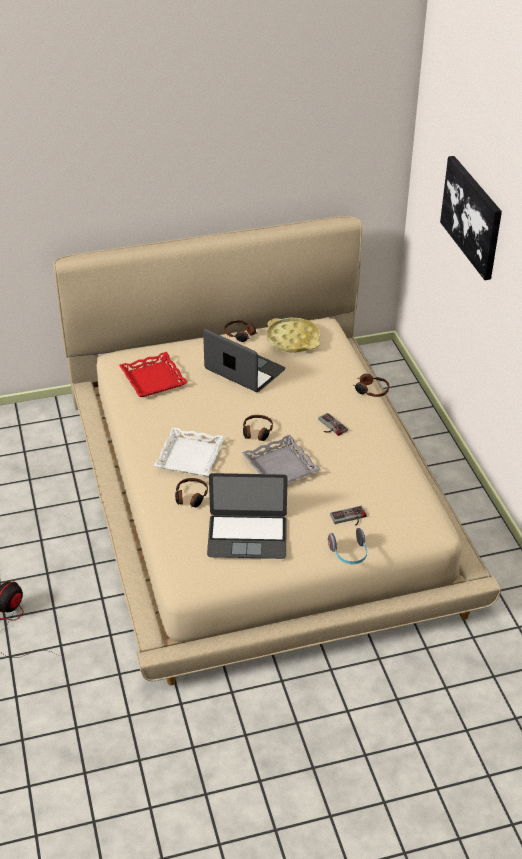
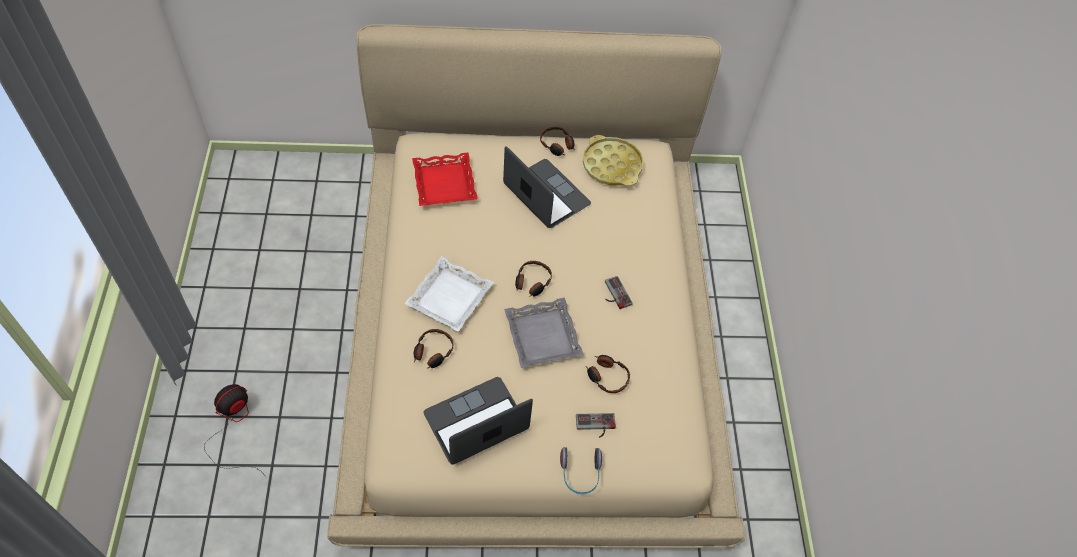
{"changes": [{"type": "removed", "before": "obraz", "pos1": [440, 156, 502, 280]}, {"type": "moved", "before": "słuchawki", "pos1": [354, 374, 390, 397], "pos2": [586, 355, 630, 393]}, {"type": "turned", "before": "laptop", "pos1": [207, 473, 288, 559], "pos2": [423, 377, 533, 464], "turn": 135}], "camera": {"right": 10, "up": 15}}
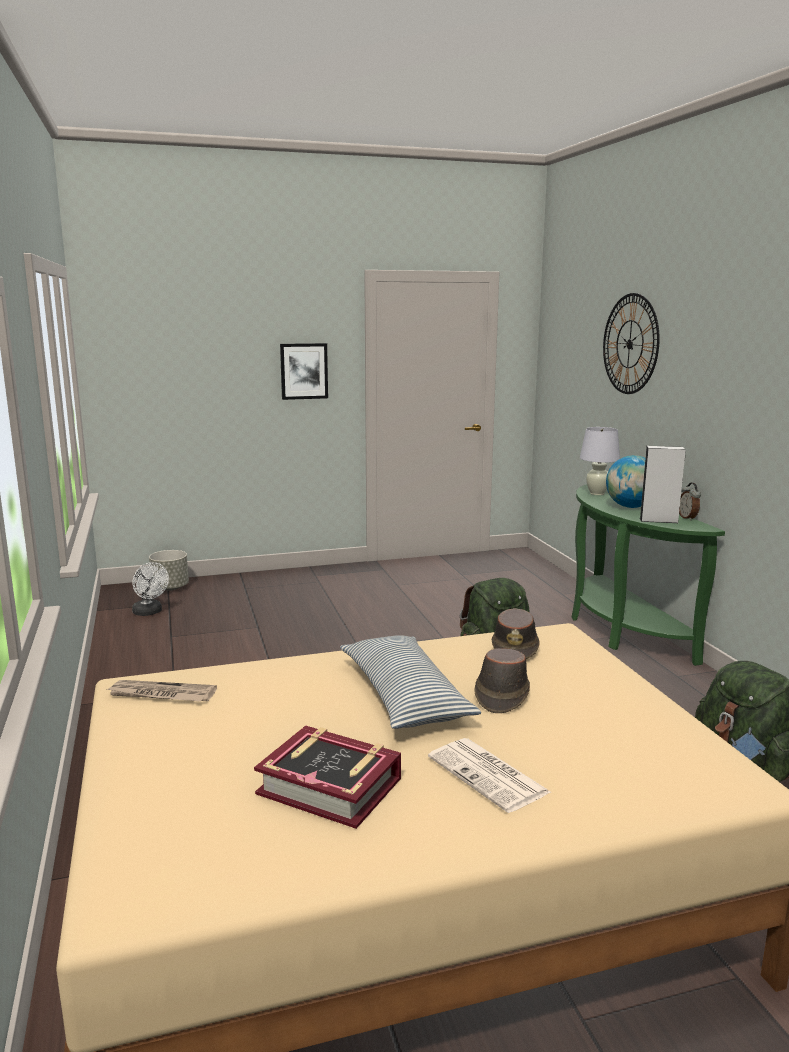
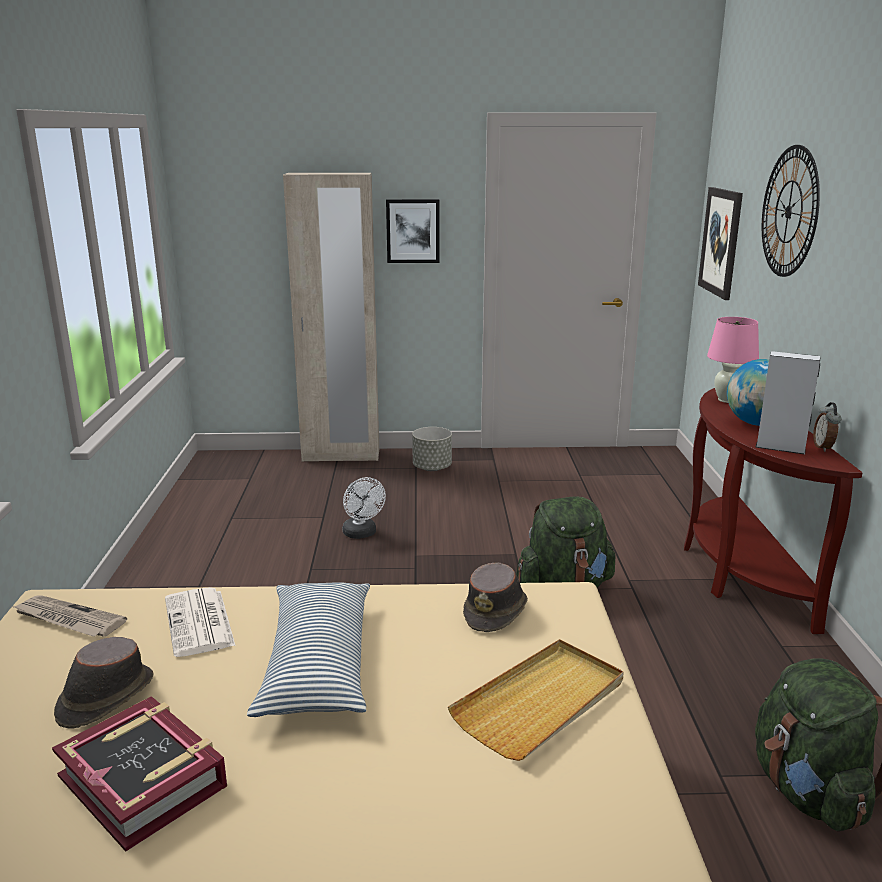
{"changes": [{"type": "added", "after": "szafa [beżowy]", "pos2": [283, 173, 379, 462]}, {"type": "added", "after": "taca [beżowy]", "pos2": [448, 639, 624, 761]}, {"type": "added", "after": "obraz", "pos2": [698, 187, 743, 300]}, {"type": "moved", "before": "wentylator [biały]", "pos1": [132, 562, 169, 616], "pos2": [343, 477, 386, 539]}, {"type": "moved", "before": "donica [szary]", "pos1": [149, 550, 189, 591], "pos2": [412, 427, 452, 471]}, {"type": "moved", "before": "gazeta", "pos1": [428, 738, 551, 813], "pos2": [165, 587, 236, 657]}, {"type": "moved", "before": "kapelusz [brązowy]", "pos1": [475, 648, 530, 713], "pos2": [54, 637, 154, 728]}, {"type": "recoloured", "before": "stolik konsolowy [zielony]", "after": "stolik konsolowy [brązowy]", "pos1": [572, 484, 725, 666], "pos2": [684, 388, 863, 634]}, {"type": "recoloured", "before": "lampa stołowa [biały]", "after": "lampa stołowa [różowy]", "pos1": [580, 427, 620, 495], "pos2": [707, 317, 759, 403]}], "camera": {"right": 15, "up": 5}}
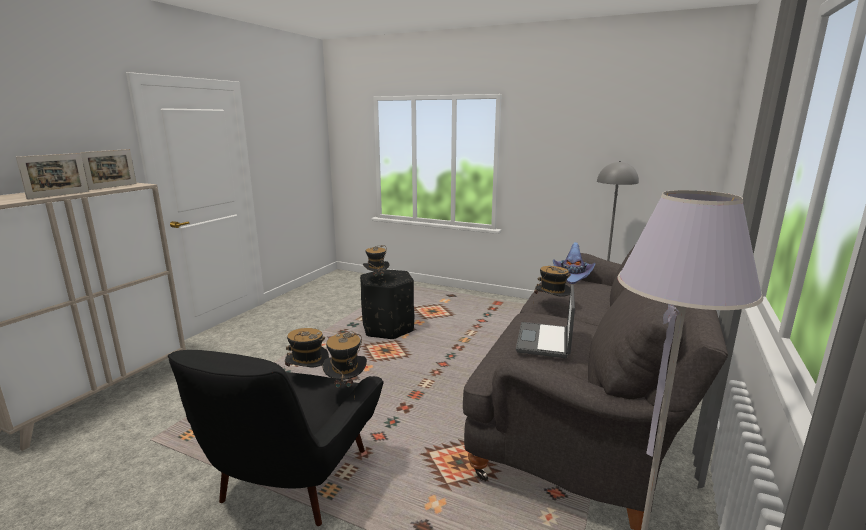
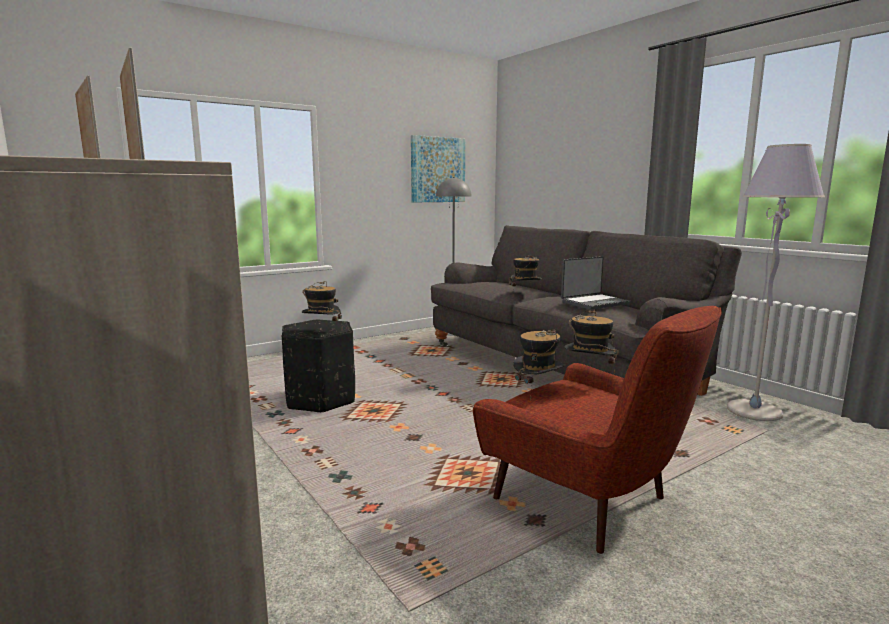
{"changes": [{"type": "removed", "before": "kapelusz [fioletowy]", "pos1": [553, 242, 596, 284]}, {"type": "added", "after": "obraz", "pos2": [411, 135, 465, 202]}, {"type": "recoloured", "before": "fotel [czarny]", "after": "fotel [czerwony]", "pos1": [168, 350, 384, 526], "pos2": [473, 306, 722, 554]}, {"type": "turned", "before": "laptop", "pos1": [516, 285, 575, 358], "pos2": [561, 256, 631, 310], "turn": -75}], "camera": {"right": -60, "up": -5}}
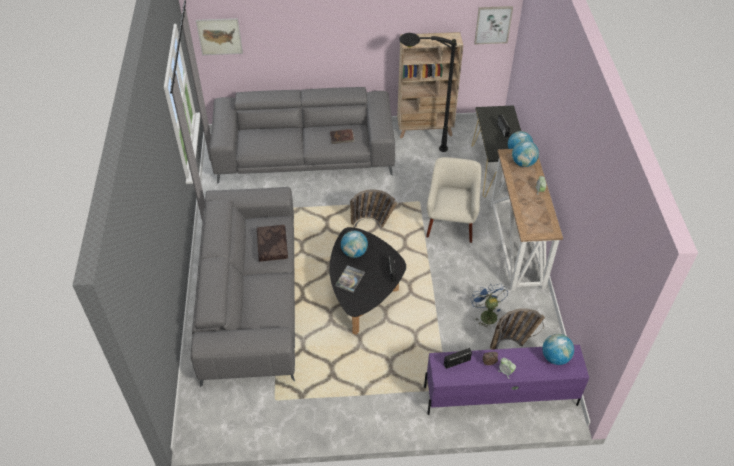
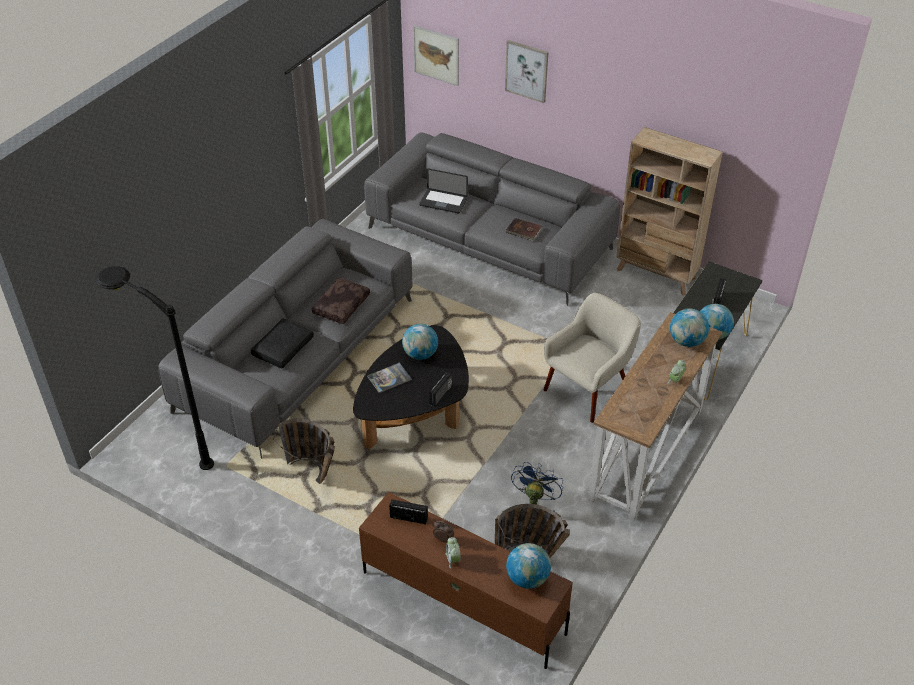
{"changes": [{"type": "added", "after": "poduszka [czarny]", "pos2": [251, 318, 314, 368]}, {"type": "added", "after": "laptop", "pos2": [419, 168, 468, 213]}, {"type": "moved", "before": "koszyk", "pos1": [350, 189, 397, 228], "pos2": [273, 418, 335, 484]}, {"type": "moved", "before": "lampa stojąca [czarny]", "pos1": [399, 33, 457, 152], "pos2": [95, 266, 214, 470]}, {"type": "moved", "before": "obraz", "pos1": [474, 6, 513, 44], "pos2": [505, 40, 548, 103]}, {"type": "recoloured", "before": "szafka pod telewizor [fioletowy]", "after": "szafka pod telewizor [brązowy]", "pos1": [424, 345, 589, 415], "pos2": [359, 492, 573, 669]}], "camera": {"right": 35, "up": -5}}
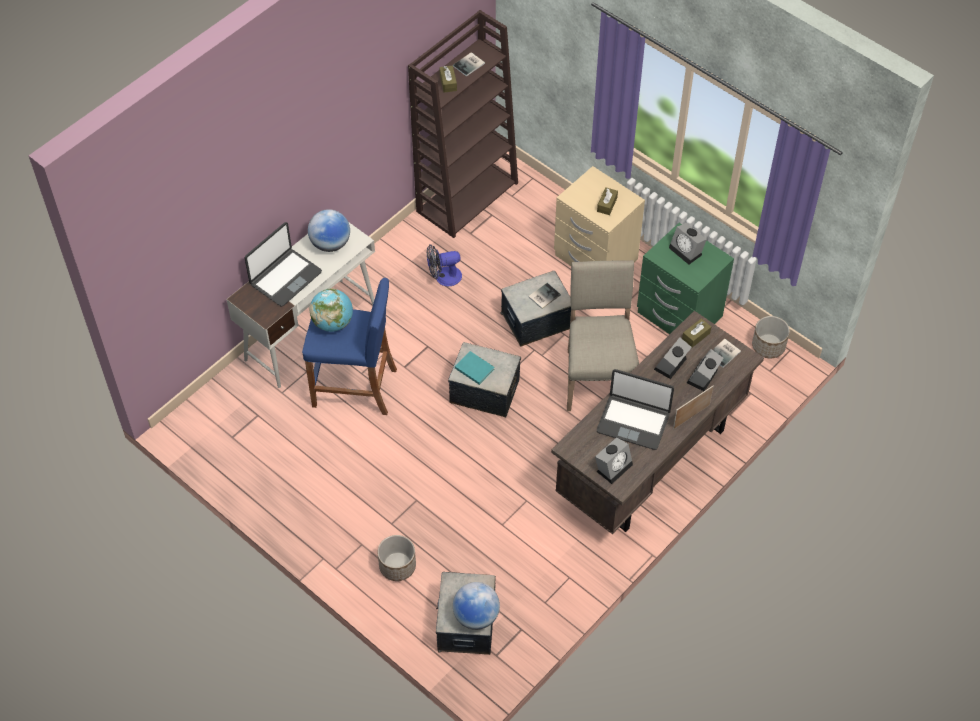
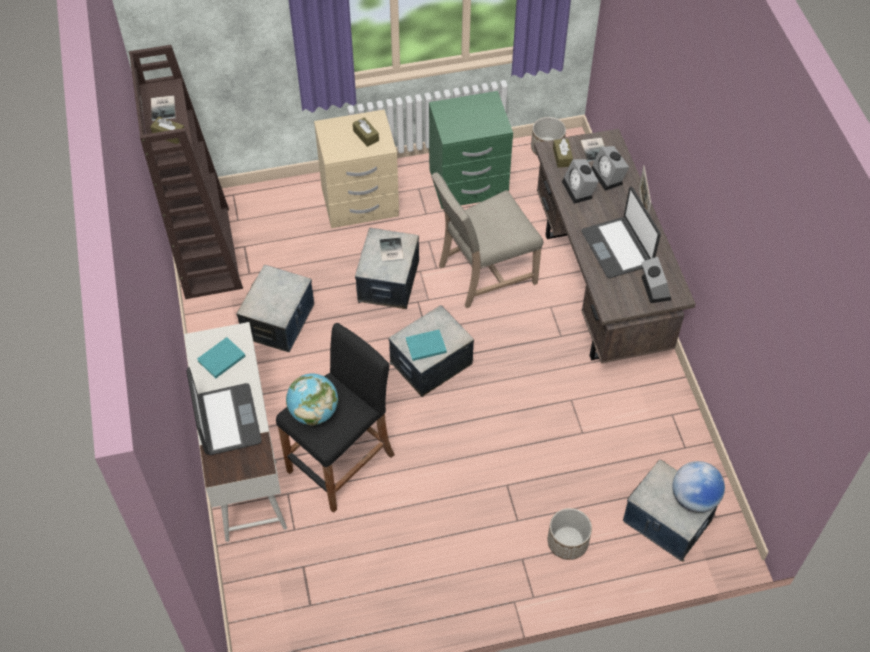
{"changes": [{"type": "removed", "before": "budzik", "pos1": [669, 223, 707, 265]}, {"type": "replaced", "before": "globus", "after": "książka [turkusowy]", "pos1": [308, 209, 350, 252], "pos2": [197, 337, 245, 379]}, {"type": "replaced", "before": "wentylator", "after": "pojemnik do przechowywania", "pos1": [427, 245, 462, 286], "pos2": [236, 265, 314, 352]}, {"type": "recoloured", "before": "stołek [niebieski]", "after": "stołek [czarny]", "pos1": [302, 278, 397, 415], "pos2": [276, 323, 395, 513]}, {"type": "turned", "before": "krzesło [beżowy]", "pos1": [567, 260, 639, 411], "pos2": [431, 172, 543, 308], "turn": -60}, {"type": "turned", "before": "laptop", "pos1": [597, 369, 674, 450], "pos2": [581, 187, 661, 278], "turn": 105}], "camera": {"right": -55, "up": 0}}
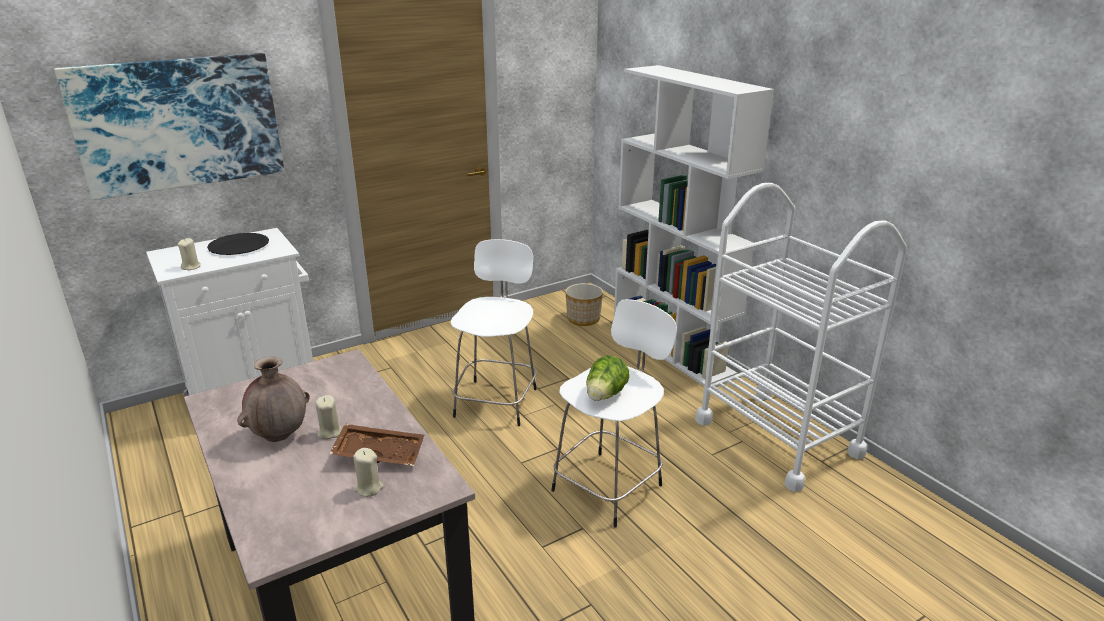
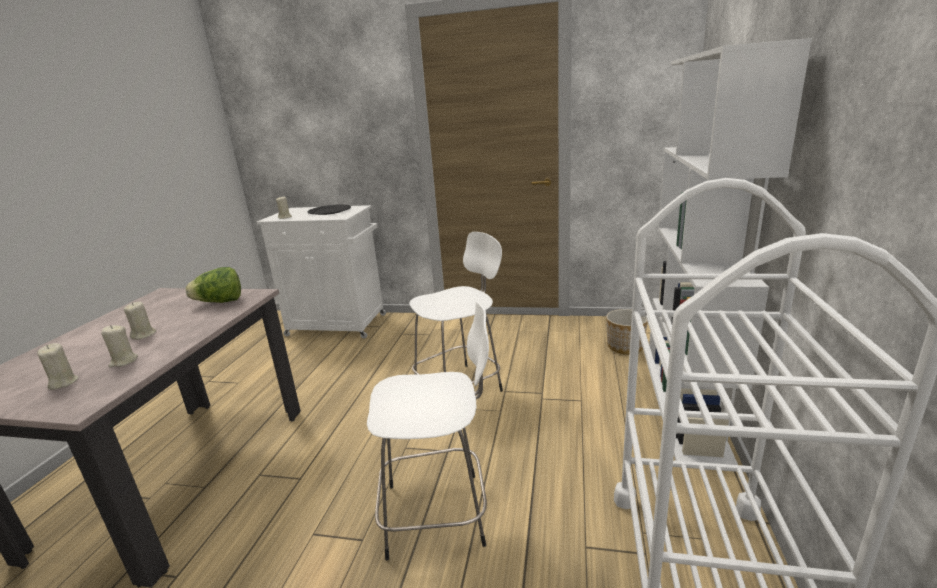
{"changes": [{"type": "removed", "before": "obraz", "pos1": [54, 53, 284, 200]}, {"type": "removed", "before": "wazon [brązowy]", "pos1": [237, 356, 310, 442]}, {"type": "moved", "before": "sałata", "pos1": [586, 355, 630, 401], "pos2": [185, 267, 241, 303]}, {"type": "replaced", "before": "taca [brązowy]", "after": "świeca [beżowy]", "pos1": [330, 424, 424, 466], "pos2": [101, 325, 138, 367]}], "camera": {"right": 45, "up": -5}}
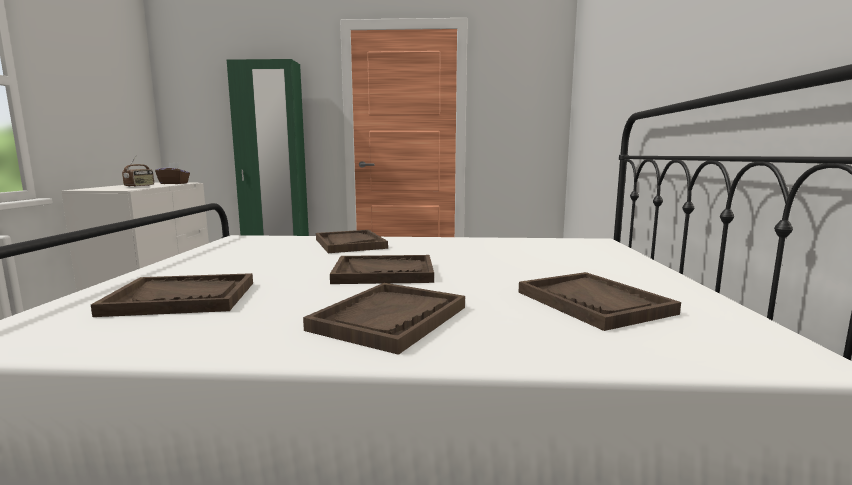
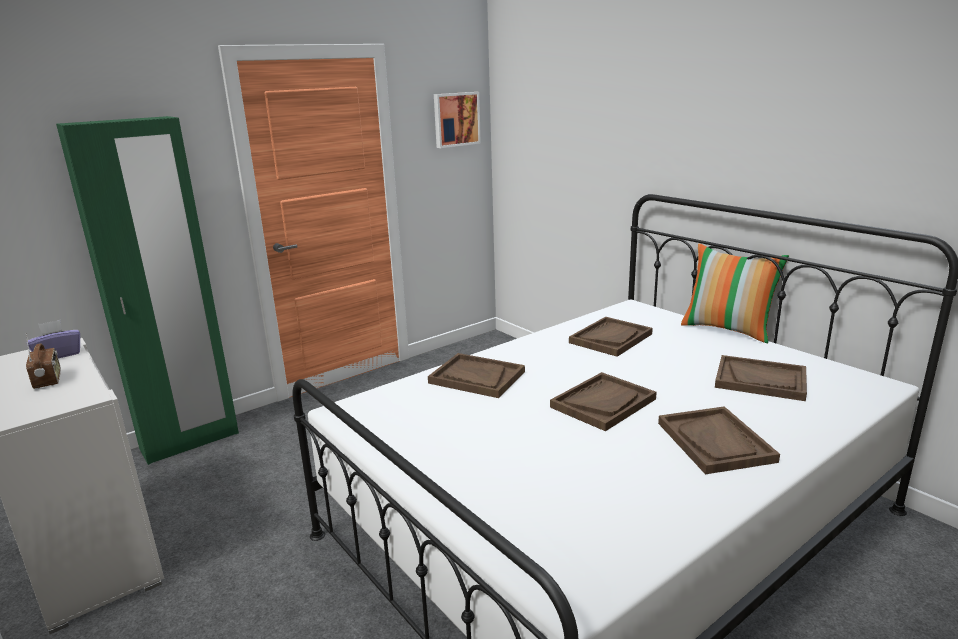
{"changes": [{"type": "added", "after": "obraz", "pos2": [434, 92, 481, 148]}, {"type": "added", "after": "poduszka", "pos2": [681, 244, 789, 343]}, {"type": "moved", "before": "taca [brązowy]", "pos1": [91, 273, 253, 317], "pos2": [569, 317, 653, 357]}, {"type": "recoloured", "before": "pudełko chusteczek [brązowy]", "after": "pudełko chusteczek [fioletowy]", "pos1": [155, 163, 190, 184], "pos2": [27, 320, 80, 359]}], "camera": {"right": -40, "up": 10}}
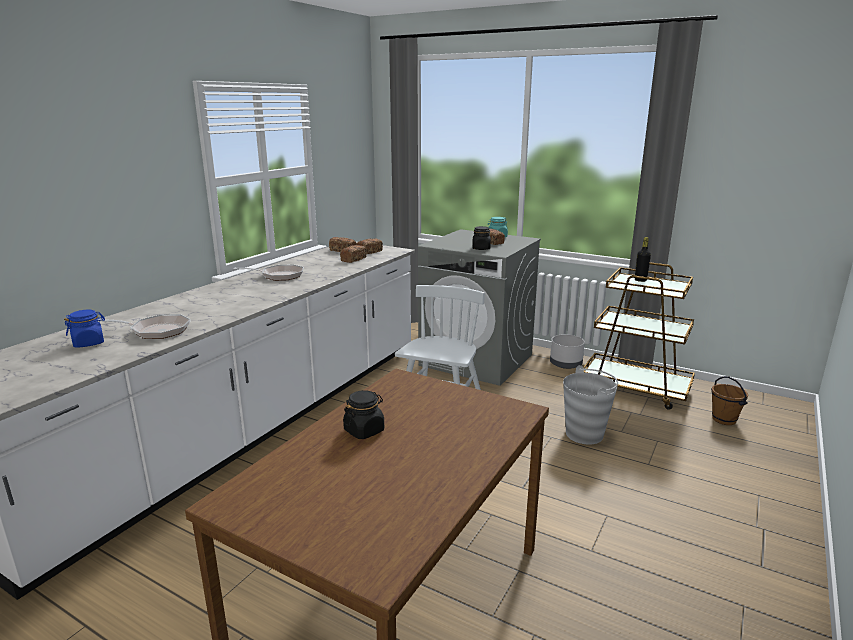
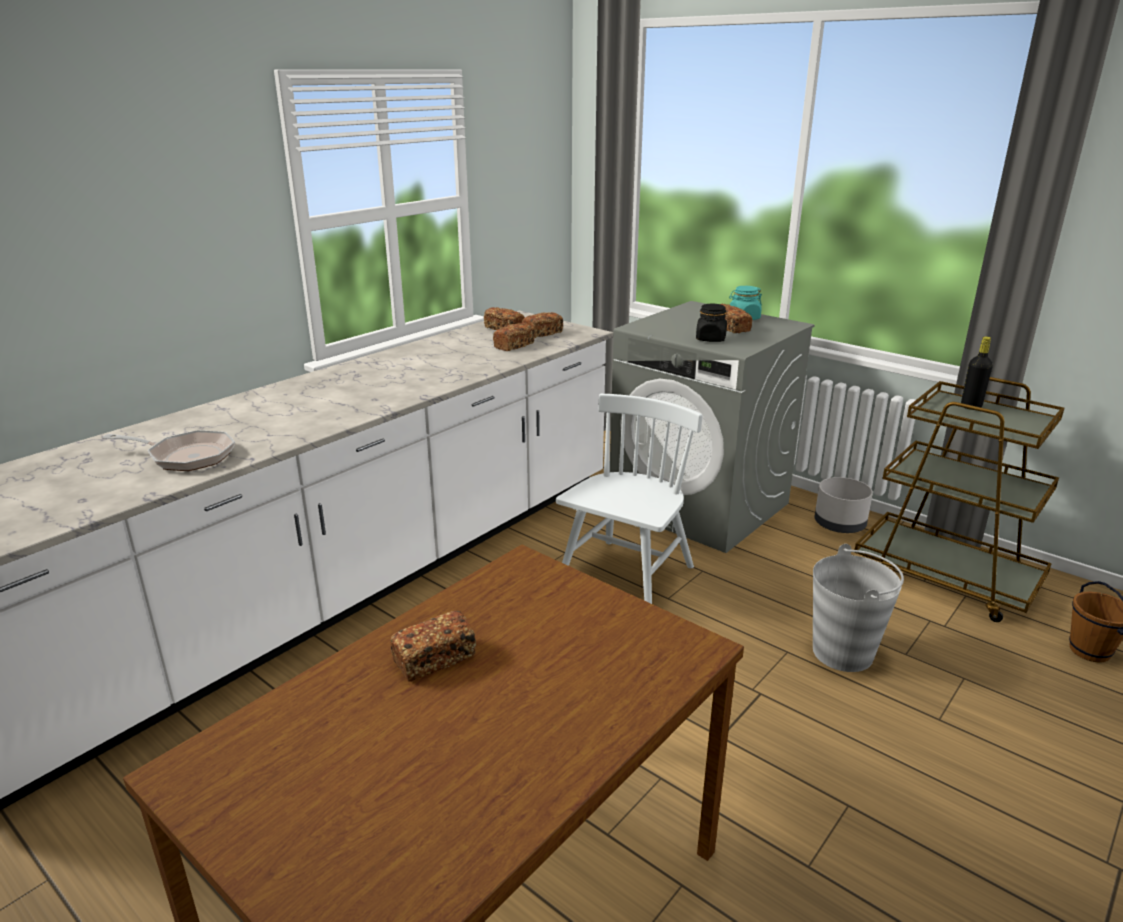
{"changes": [{"type": "removed", "before": "słoik [niebieski]", "pos1": [64, 310, 105, 348]}, {"type": "removed", "before": "patelnia", "pos1": [233, 264, 304, 281]}, {"type": "replaced", "before": "słoik [czarny]", "after": "chleb", "pos1": [343, 390, 384, 439], "pos2": [390, 611, 476, 682]}], "camera": {"right": 10, "up": 5}}
